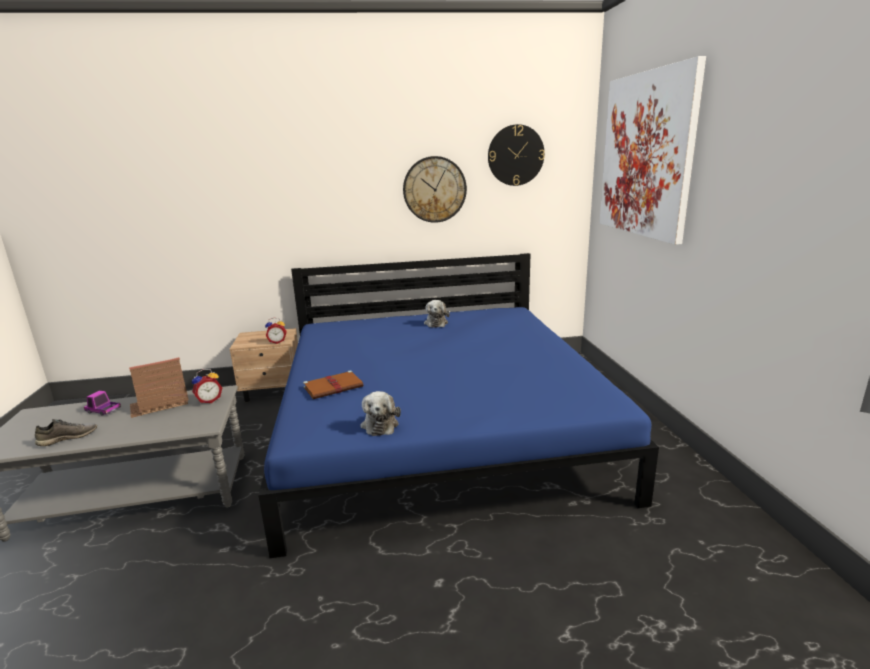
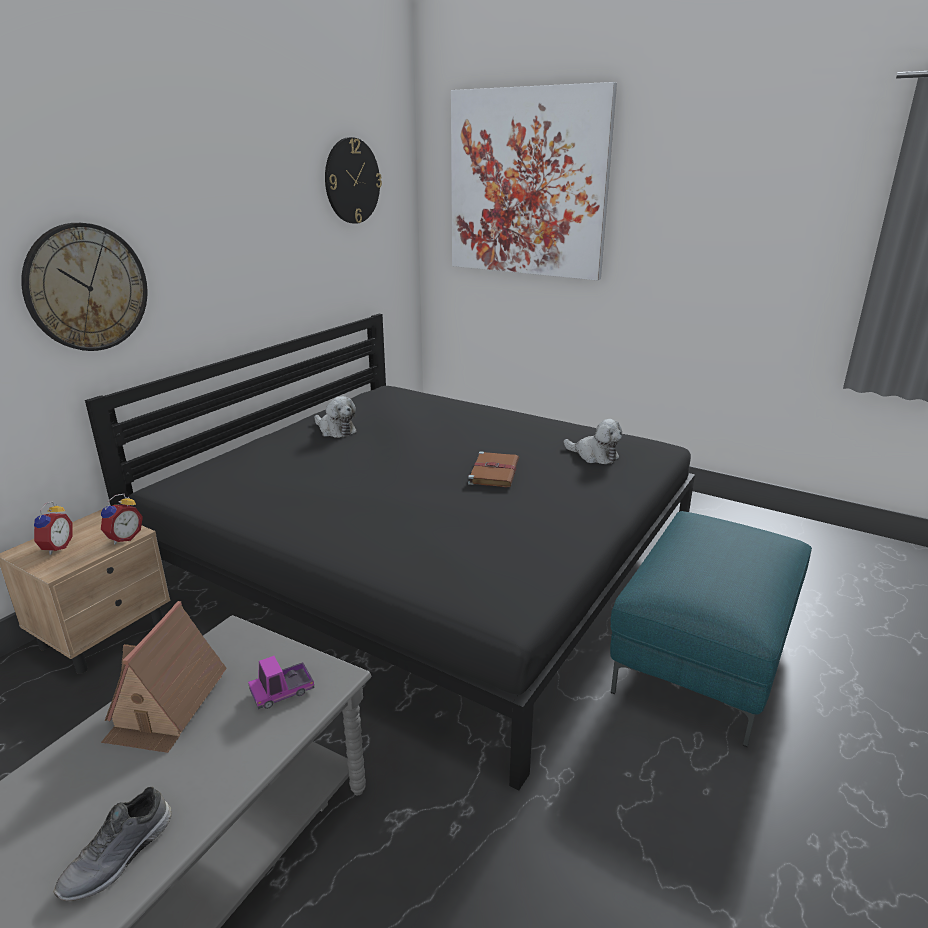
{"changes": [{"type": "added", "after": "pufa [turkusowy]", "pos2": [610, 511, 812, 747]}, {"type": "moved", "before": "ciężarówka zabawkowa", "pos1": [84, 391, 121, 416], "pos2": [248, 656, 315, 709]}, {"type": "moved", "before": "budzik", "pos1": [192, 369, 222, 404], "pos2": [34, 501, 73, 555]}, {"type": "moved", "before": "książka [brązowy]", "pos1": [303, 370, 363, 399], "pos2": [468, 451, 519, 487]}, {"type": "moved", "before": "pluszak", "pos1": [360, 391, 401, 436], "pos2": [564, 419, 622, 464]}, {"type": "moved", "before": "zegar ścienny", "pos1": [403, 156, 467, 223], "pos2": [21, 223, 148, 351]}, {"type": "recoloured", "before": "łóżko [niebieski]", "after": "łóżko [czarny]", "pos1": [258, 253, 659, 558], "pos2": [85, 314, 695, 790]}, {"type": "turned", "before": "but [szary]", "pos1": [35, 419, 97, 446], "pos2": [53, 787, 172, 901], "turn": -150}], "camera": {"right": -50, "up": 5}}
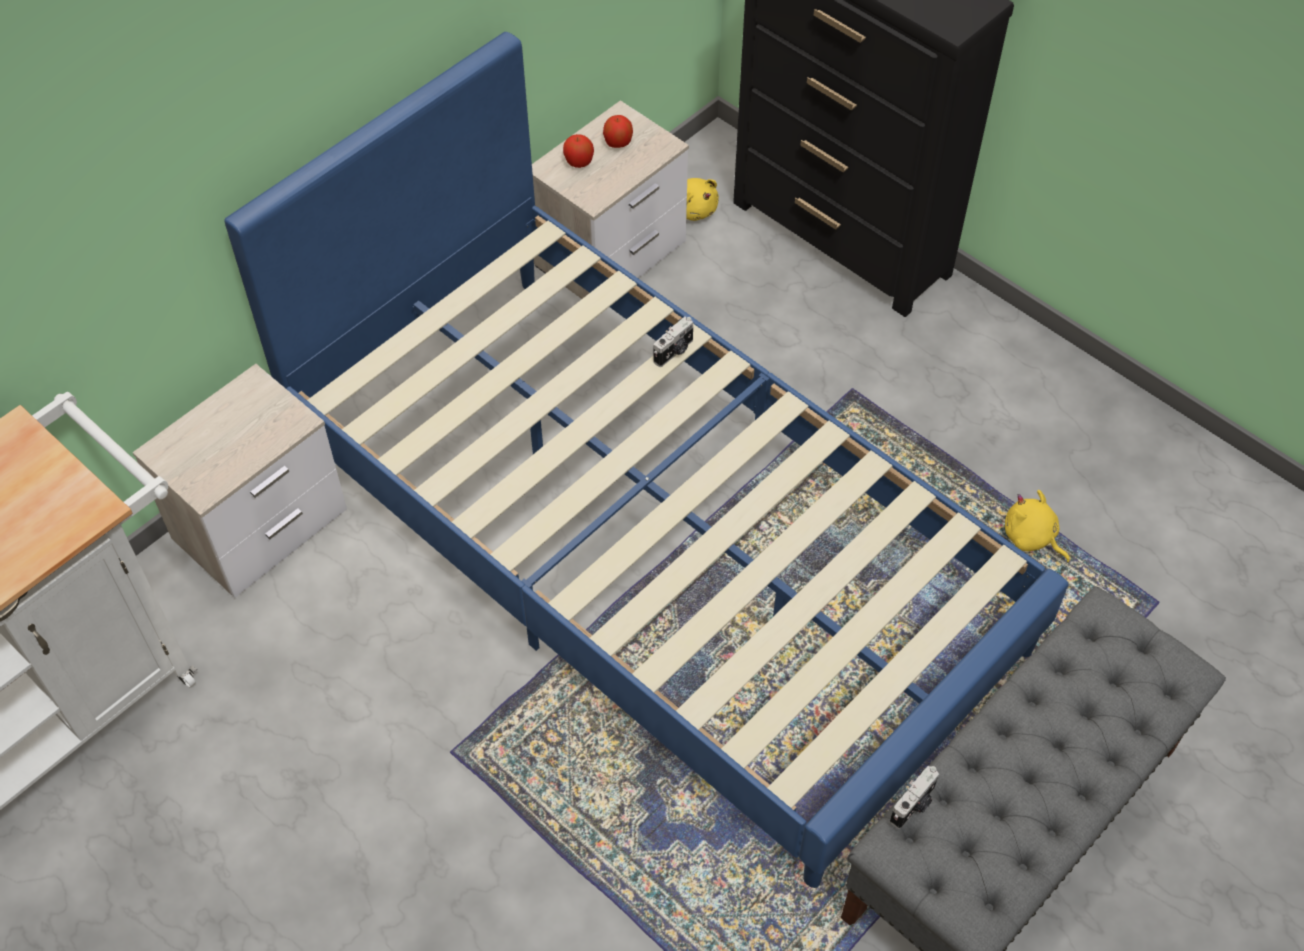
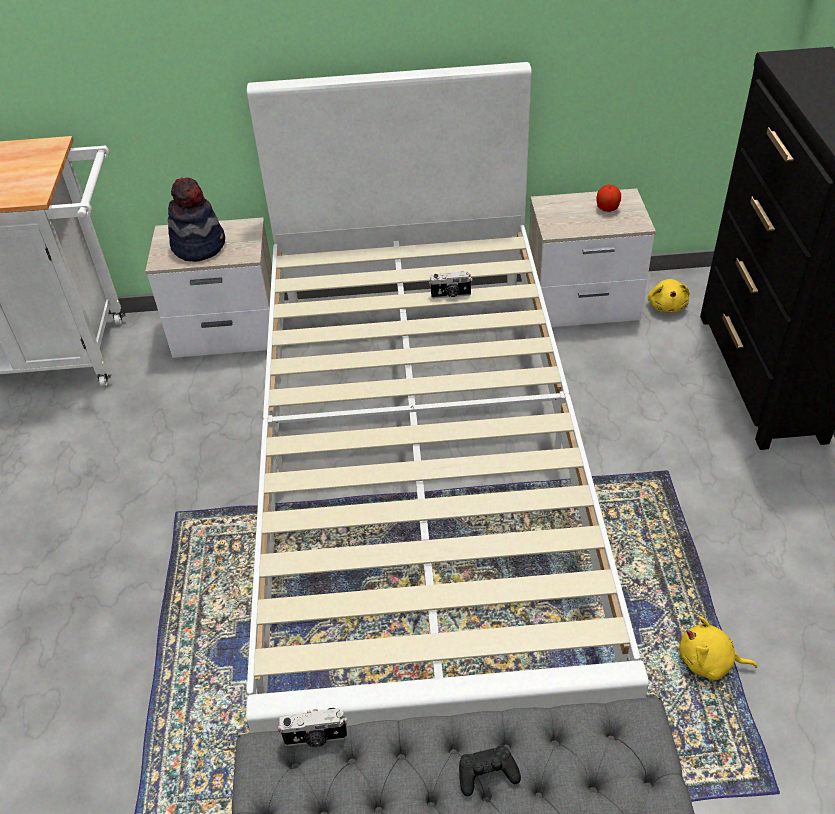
{"changes": [{"type": "removed", "before": "jabłko", "pos1": [563, 134, 594, 168]}, {"type": "added", "after": "kapelusz", "pos2": [168, 178, 225, 262]}, {"type": "added", "after": "pad do gier [czarny]", "pos2": [459, 745, 521, 796]}, {"type": "moved", "before": "aparat fotograficzny", "pos1": [654, 317, 693, 367], "pos2": [429, 271, 472, 298]}, {"type": "recoloured", "before": "łóżko [niebieski]", "after": "łóżko [biały]", "pos1": [224, 32, 1068, 888], "pos2": [246, 62, 649, 733]}, {"type": "turned", "before": "pluszak [żółty]", "pos1": [1005, 490, 1070, 562], "pos2": [679, 616, 757, 680], "turn": -75}], "camera": {"right": 45, "up": -10}}
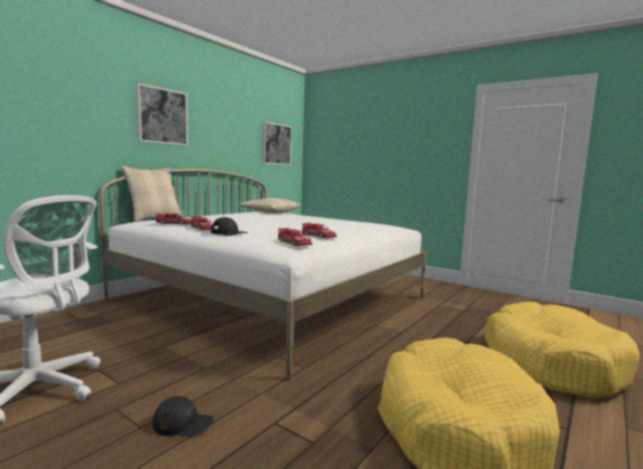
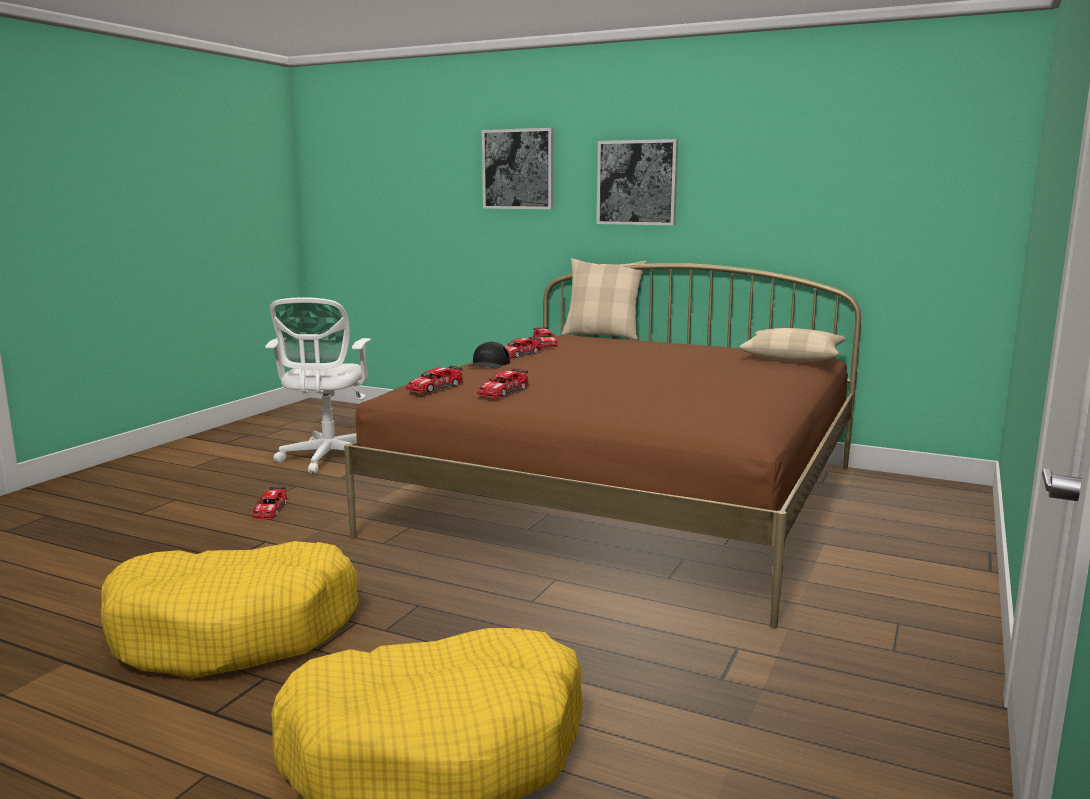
{"changes": [{"type": "moved", "before": "obraz", "pos1": [262, 121, 292, 165], "pos2": [482, 128, 554, 209]}, {"type": "replaced", "before": "czapka z daszkiem [czarny]", "after": "samochodzik", "pos1": [152, 396, 214, 437], "pos2": [252, 487, 287, 519]}, {"type": "recoloured", "before": "łóżko [biały]", "after": "łóżko [brązowy]", "pos1": [99, 169, 427, 380], "pos2": [344, 263, 861, 628]}], "camera": {"right": 80, "up": 5}}
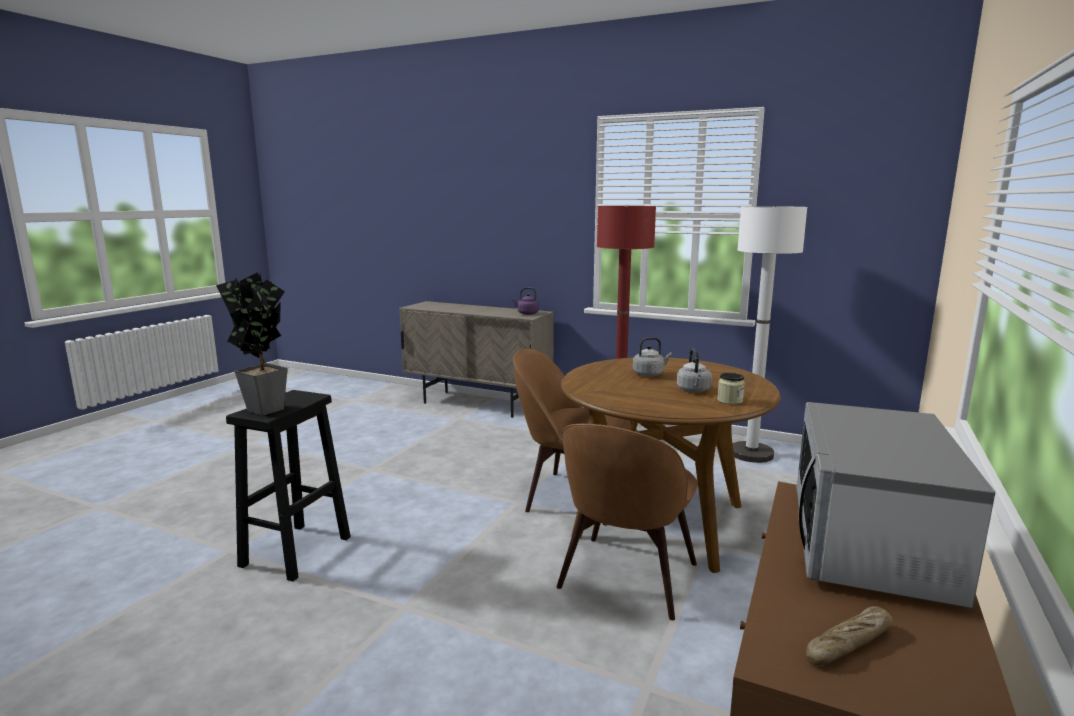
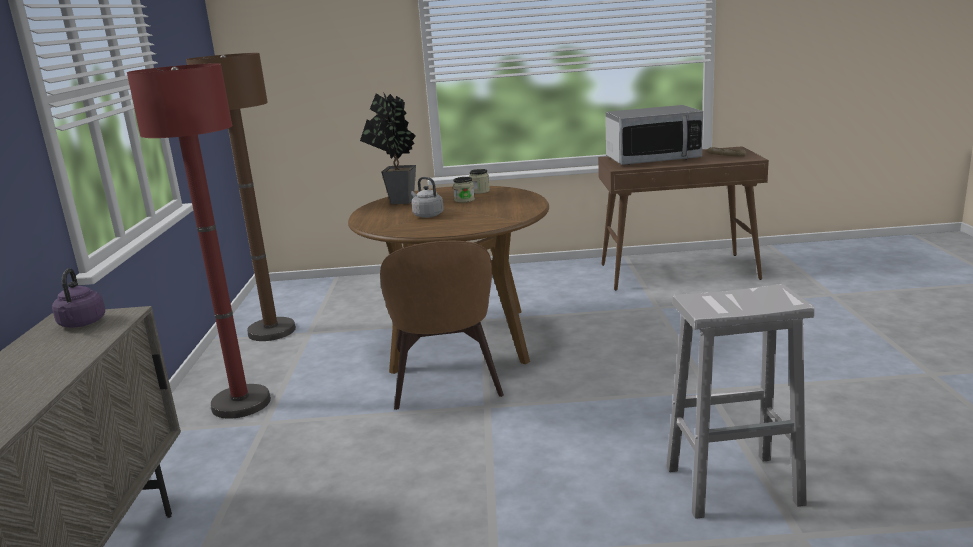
{"changes": [{"type": "removed", "before": "krzesło [brązowy]", "pos1": [556, 424, 698, 620]}, {"type": "moved", "before": "roślina doniczkowa", "pos1": [216, 272, 288, 416], "pos2": [360, 92, 416, 204]}, {"type": "replaced", "before": "czajnik [szary]", "after": "słoik", "pos1": [677, 348, 712, 392], "pos2": [453, 177, 475, 203]}, {"type": "recoloured", "before": "stołek [czarny]", "after": "stołek [biały]", "pos1": [226, 390, 351, 582], "pos2": [666, 284, 815, 519]}, {"type": "recoloured", "before": "lampa stojąca [biały]", "after": "lampa stojąca [brązowy]", "pos1": [732, 206, 807, 463], "pos2": [186, 53, 296, 341]}], "camera": {"right": -115, "up": 5}}
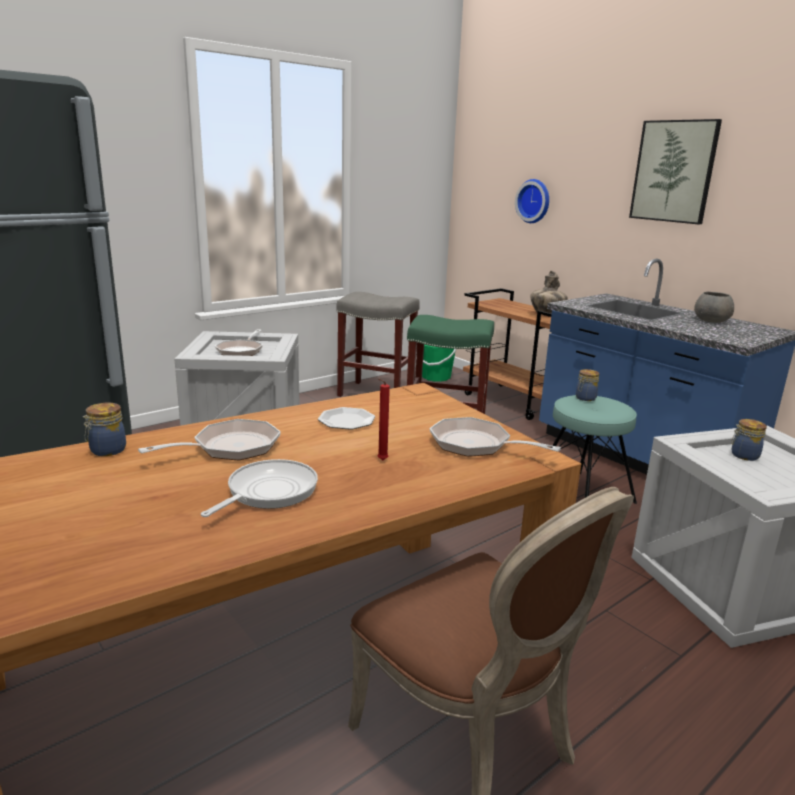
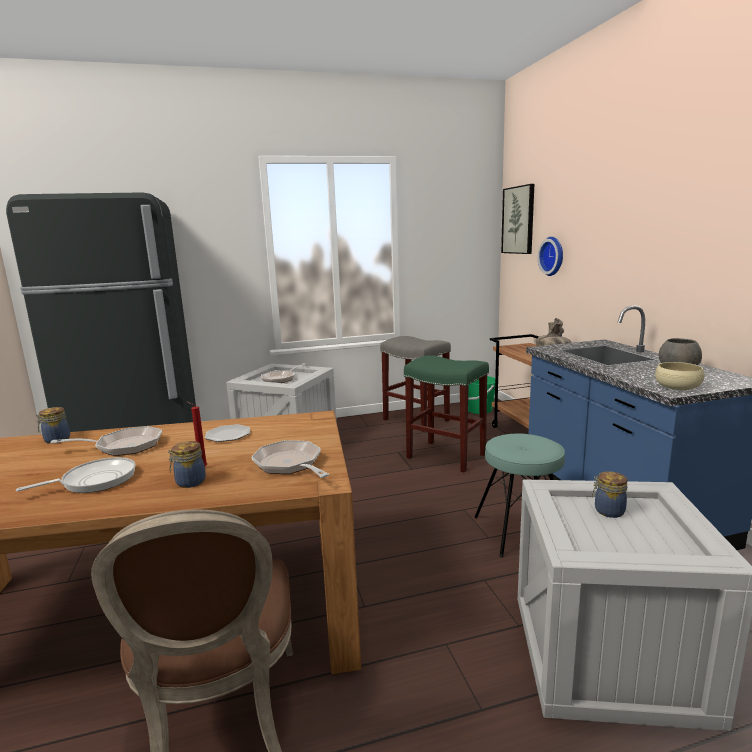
{"changes": [{"type": "added", "after": "miska [beżowy]", "pos2": [655, 362, 705, 390]}, {"type": "moved", "before": "słoik", "pos1": [576, 369, 600, 401], "pos2": [168, 441, 206, 488]}, {"type": "moved", "before": "obraz", "pos1": [629, 119, 722, 224], "pos2": [501, 184, 534, 254]}], "camera": {"right": 25, "up": -5}}
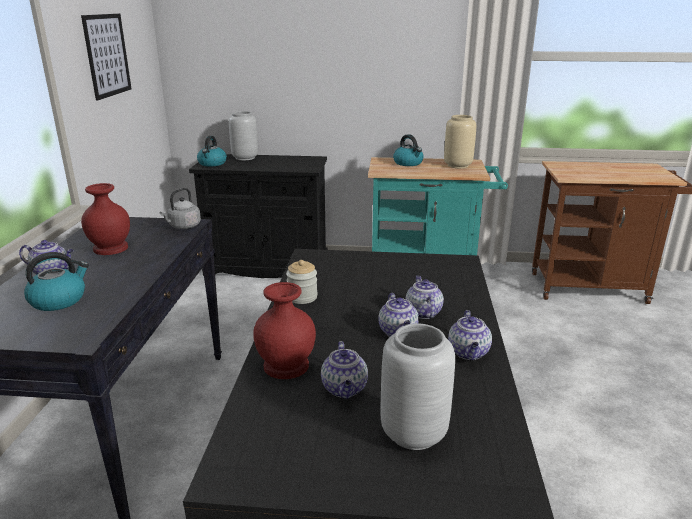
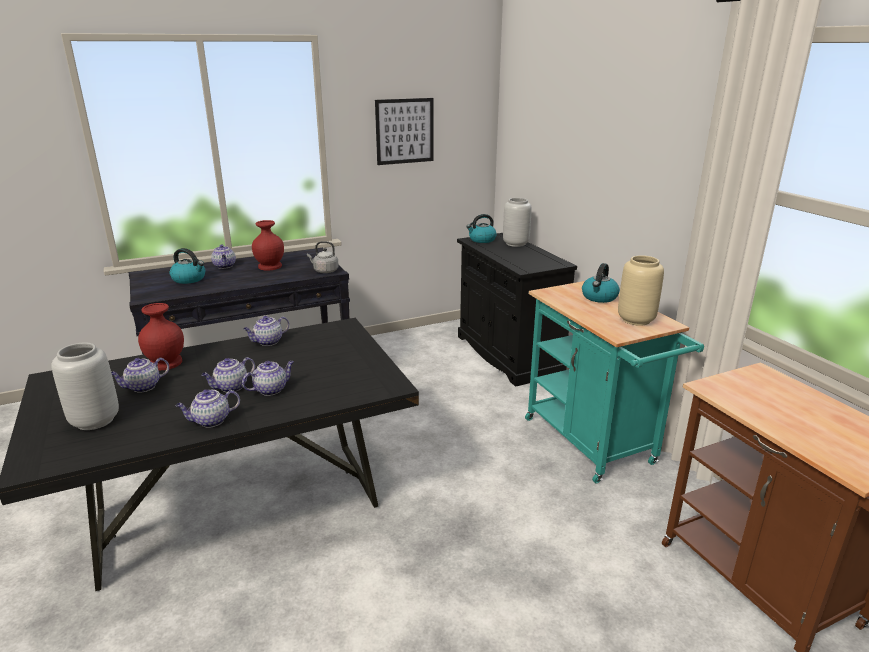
{"changes": [{"type": "replaced", "before": "słoik", "after": "imbryk", "pos1": [286, 260, 318, 304], "pos2": [243, 316, 289, 346]}], "camera": {"right": 60, "up": 0}}
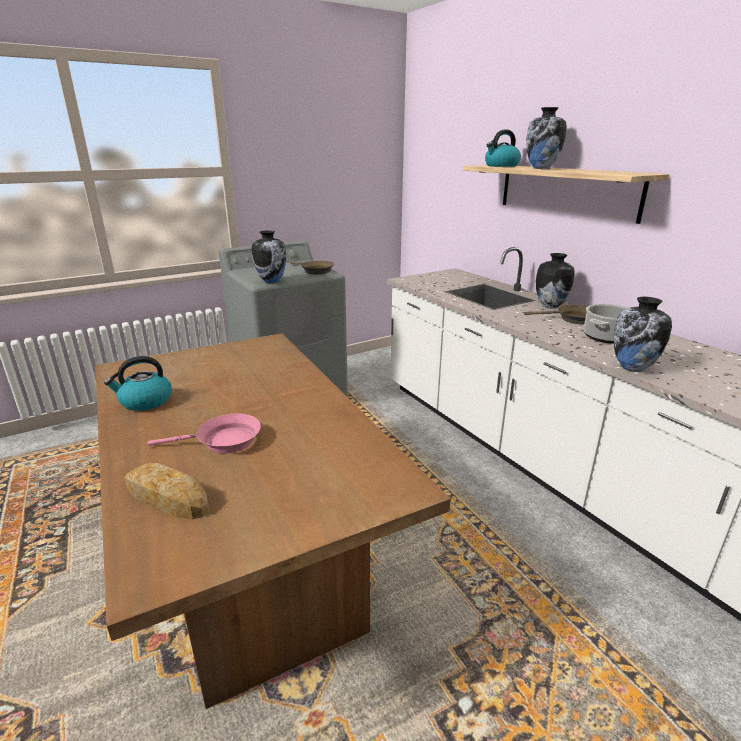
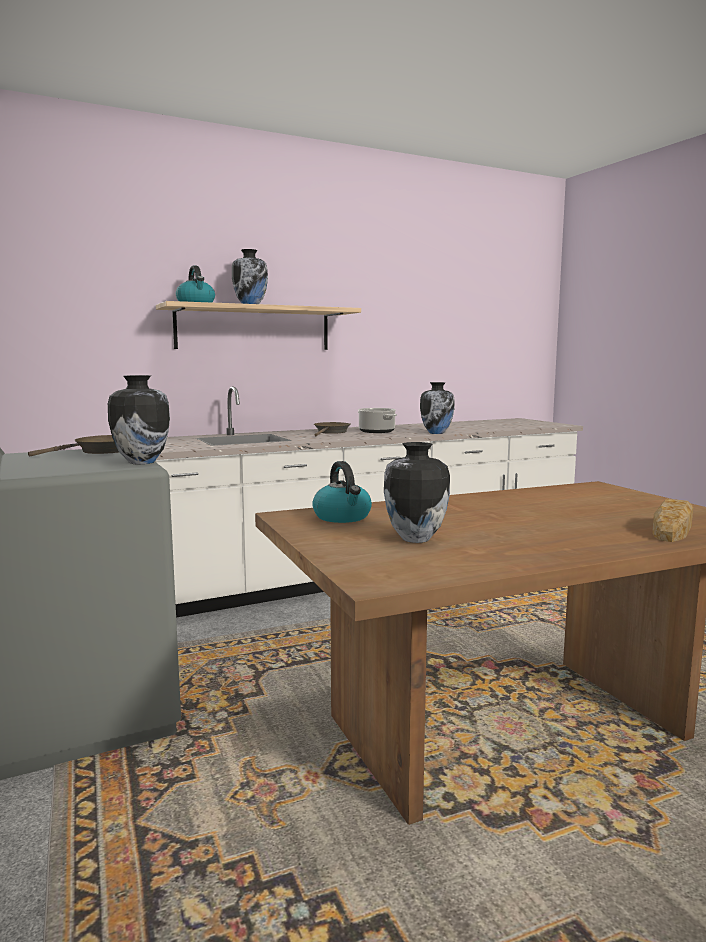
{"changes": [{"type": "removed", "before": "patelnia [różowy]", "pos1": [148, 413, 261, 453]}, {"type": "moved", "before": "czajnik", "pos1": [104, 356, 171, 411], "pos2": [312, 461, 372, 523]}, {"type": "moved", "before": "wazon", "pos1": [536, 253, 575, 309], "pos2": [384, 442, 450, 543]}], "camera": {"right": -85, "up": -15}}
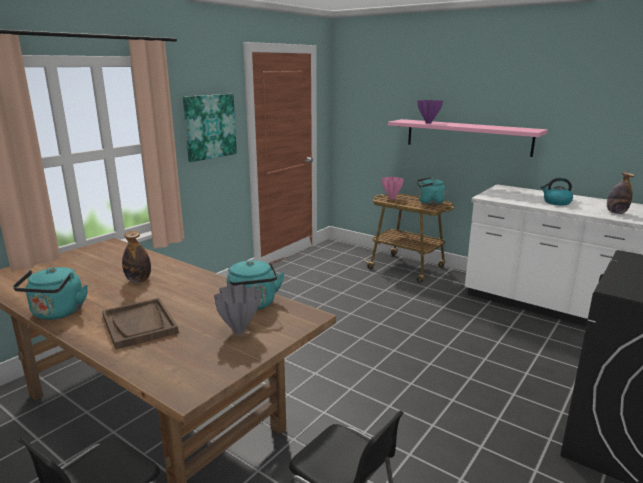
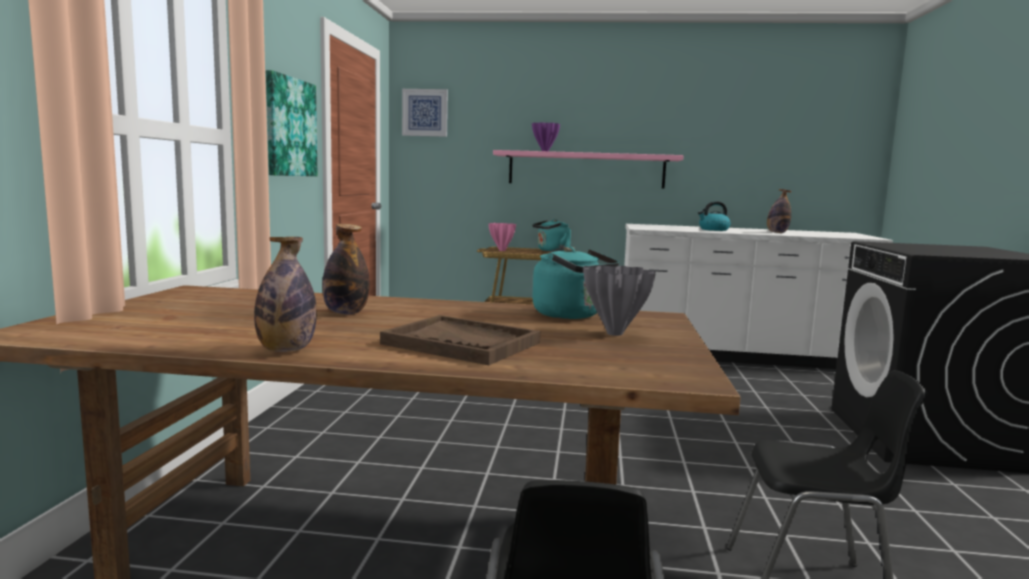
{"changes": [{"type": "added", "after": "obraz", "pos2": [402, 89, 448, 137]}, {"type": "replaced", "before": "czajnik [turkusowy]", "after": "butelka", "pos1": [13, 267, 88, 320], "pos2": [254, 237, 317, 352]}], "camera": {"right": -30, "up": -10}}
